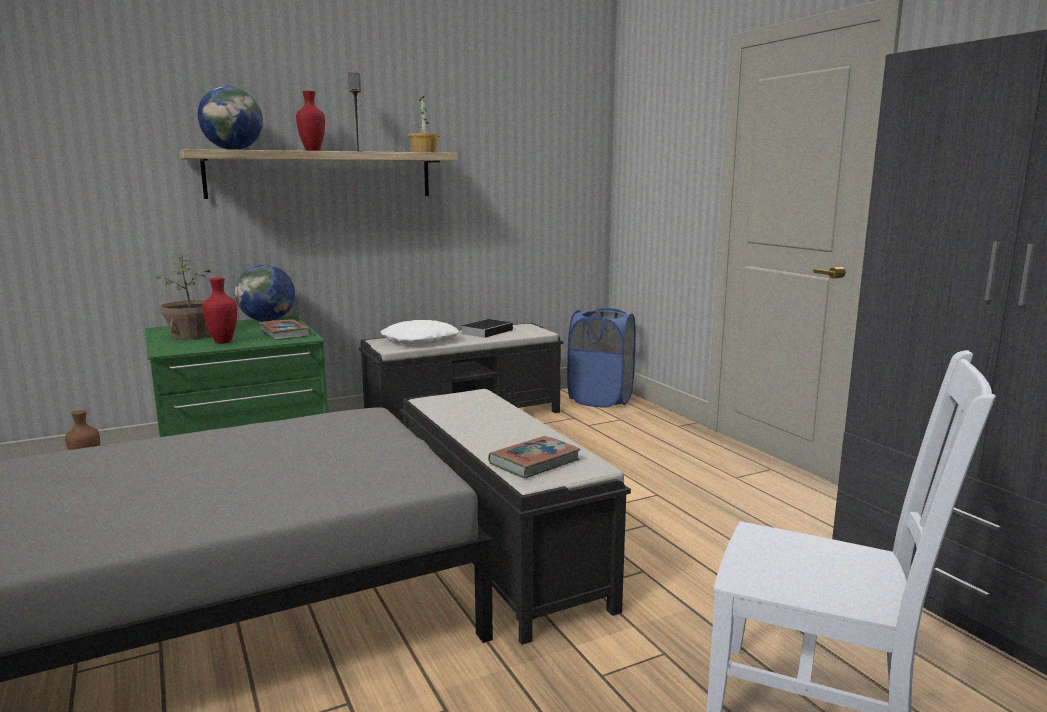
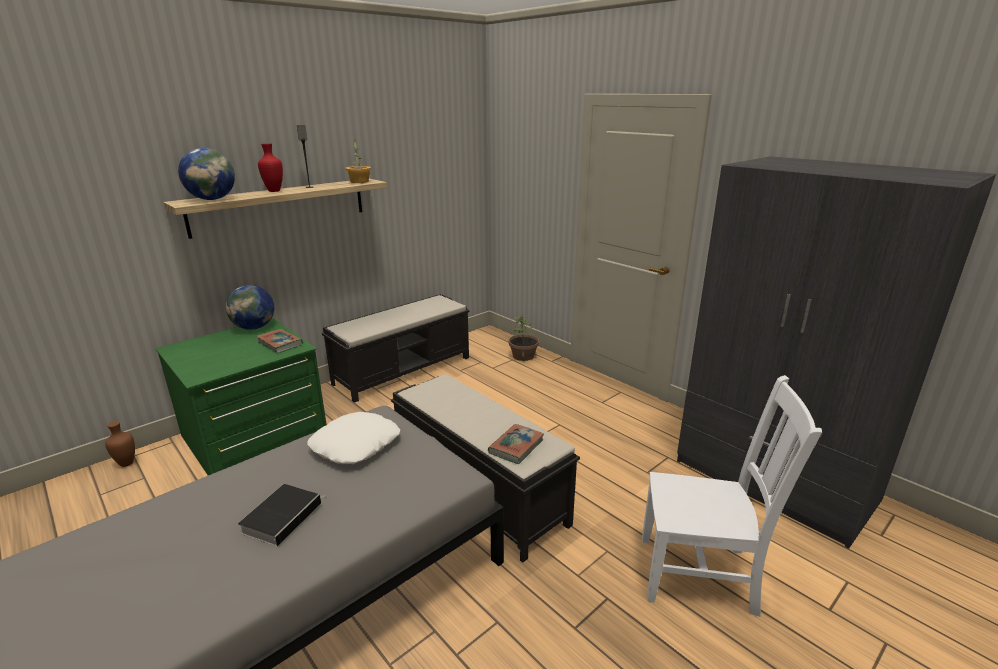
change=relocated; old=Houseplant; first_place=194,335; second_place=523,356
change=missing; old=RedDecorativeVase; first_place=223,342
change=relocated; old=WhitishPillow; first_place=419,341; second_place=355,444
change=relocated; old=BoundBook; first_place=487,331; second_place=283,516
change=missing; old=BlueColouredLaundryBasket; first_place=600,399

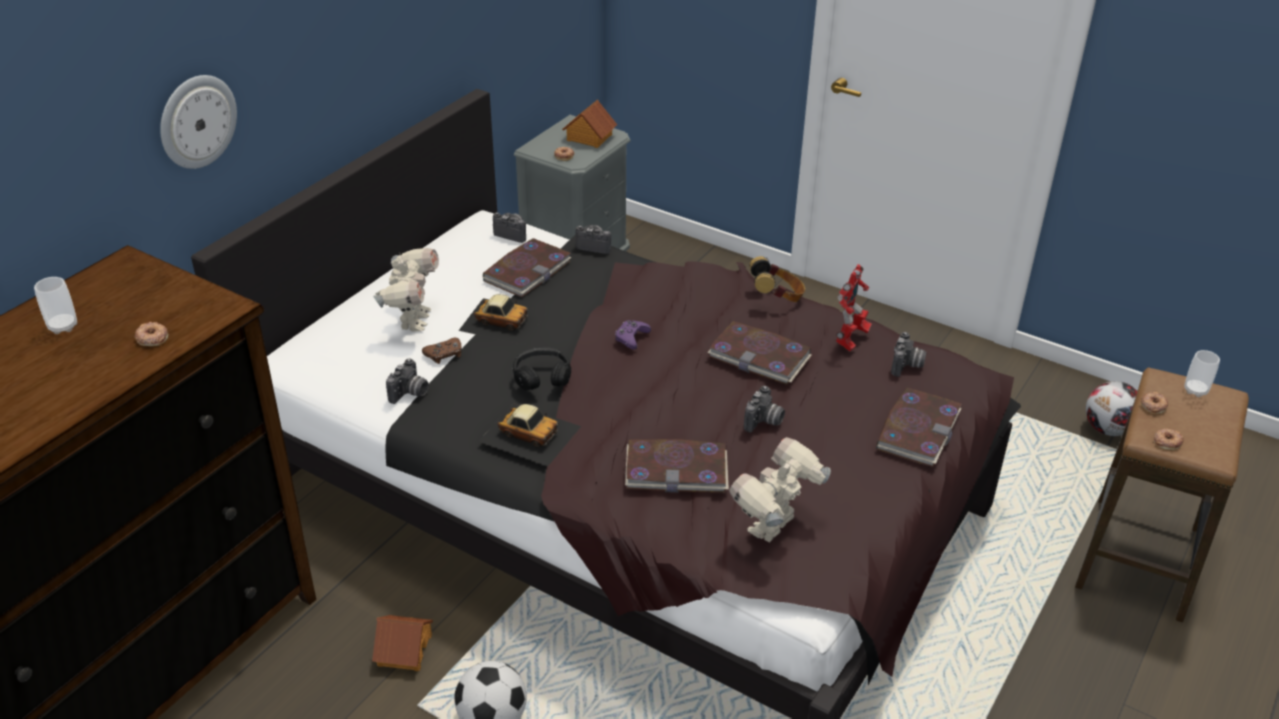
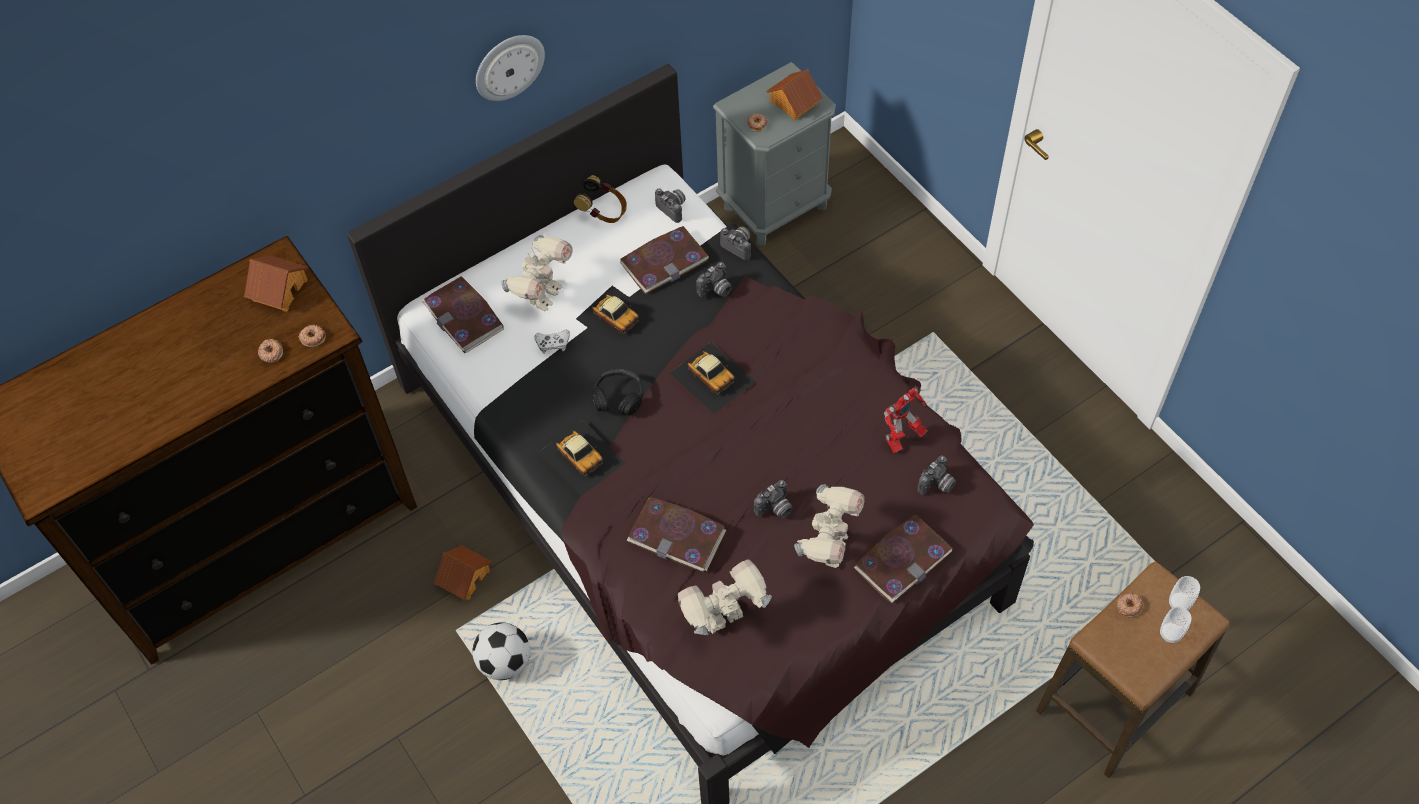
change=relocated; old=DrinkingCup; first_place=63,326; second_place=1170,634
change=relocated; old=HangingClock; first_place=197,121; second_place=508,66
change=relocated; old=StillCamera; first_place=410,393; second_place=716,290
change=colour; old=BrownGamepad; new=WhitishGamepad; first_place=444,354; second_place=553,343
change=exchanged; old=PurplishGamepad; new=ModelCar; first_place=631,338; second_place=712,376
change=relocated; old=BoundBook; first_place=760,356; second_place=464,317
change=relocated; old=PairOfHeadphones; first_place=777,297; second_place=603,212
change=missing; old=FootballBall; first_place=1108,430
change=relocated; old=RingDoughnut; first_place=1167,441; second_place=313,337
change=appeared; new=ToyHouse; second_place=279,289
change=appeared; new=ToyRobot; second_place=828,548

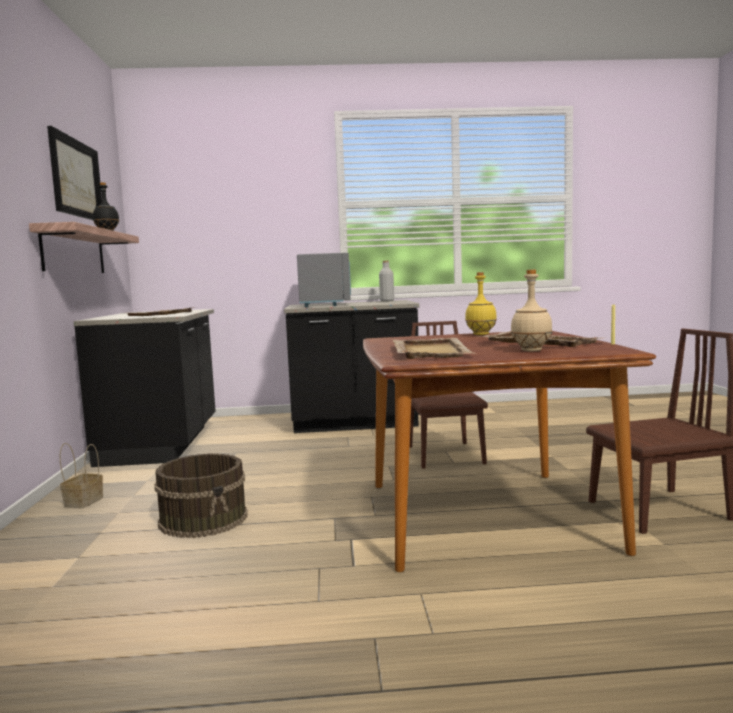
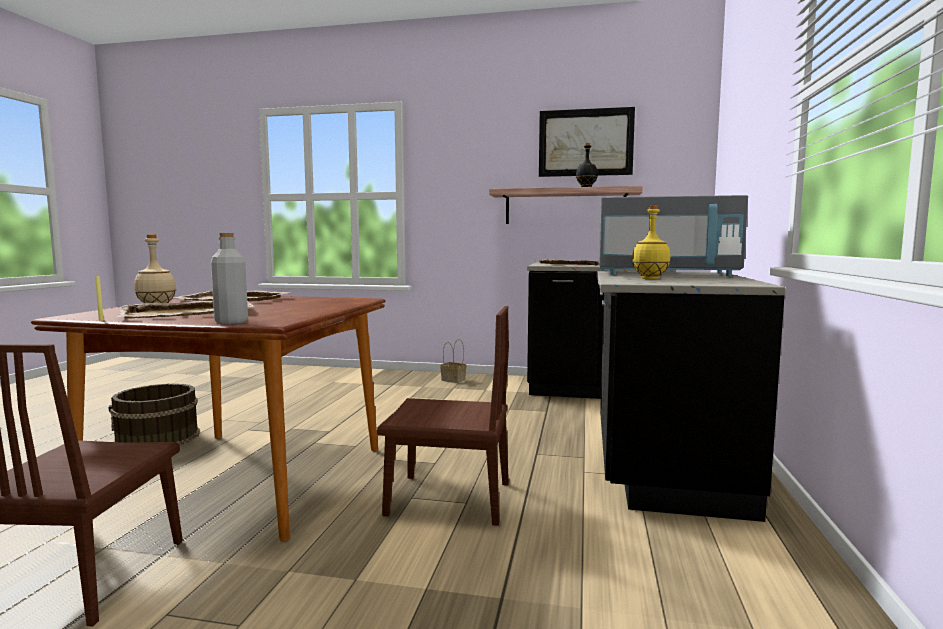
change=relocated; old=BrownBucket; first_place=204,519; second_place=157,439
change=relocated; old=GreyishDrinkBottle; first_place=387,301; second_place=231,322
change=relocated; old=YellowDrinkBottle; first_place=481,334; second_place=650,279

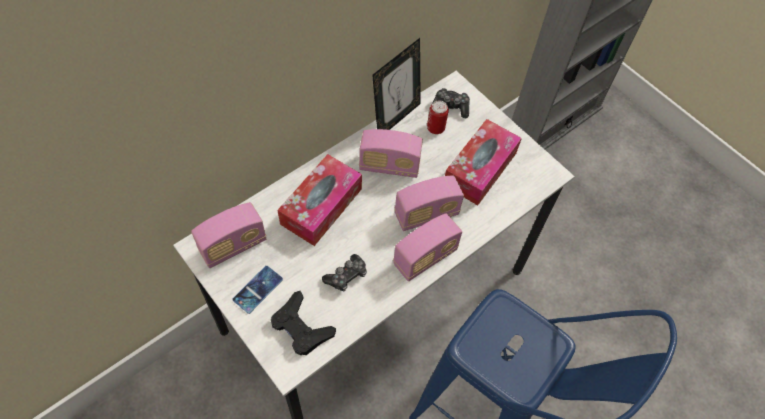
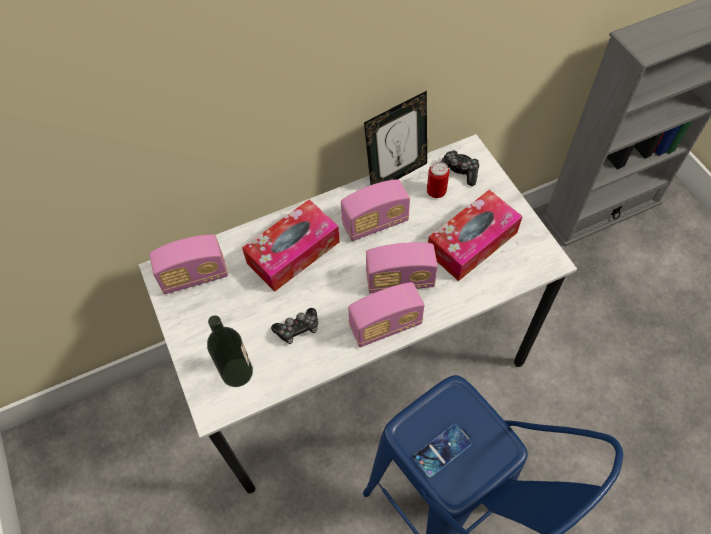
change=relocated; old=Handset; first_place=258,289; second_place=442,450
change=exchanged; old=BlackColouredGamepad; new=DrinkBottle; first_place=301,327; second_place=237,372
change=spun; old=Radio; first_place=389,166; second_place=375,223; degrees=-45

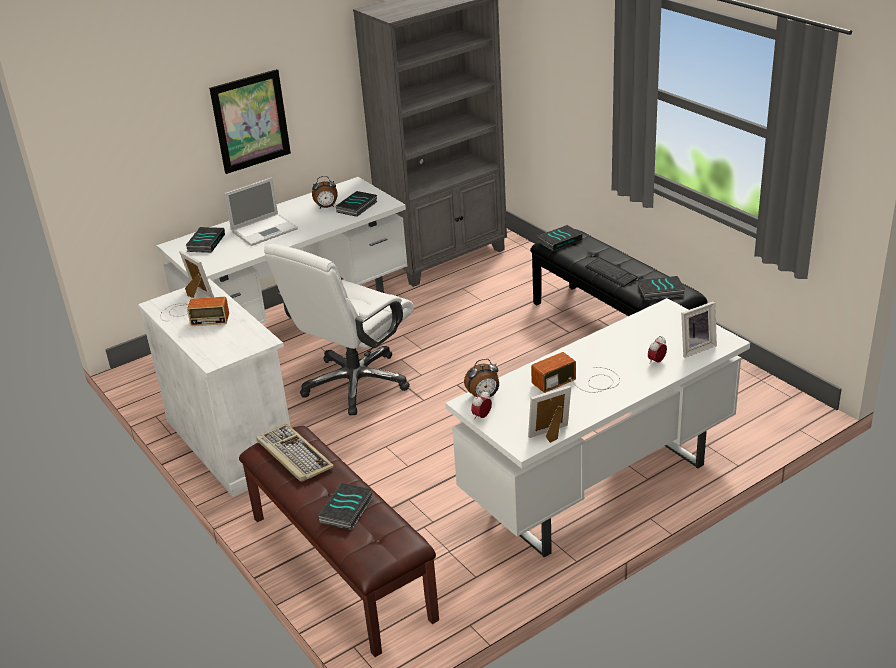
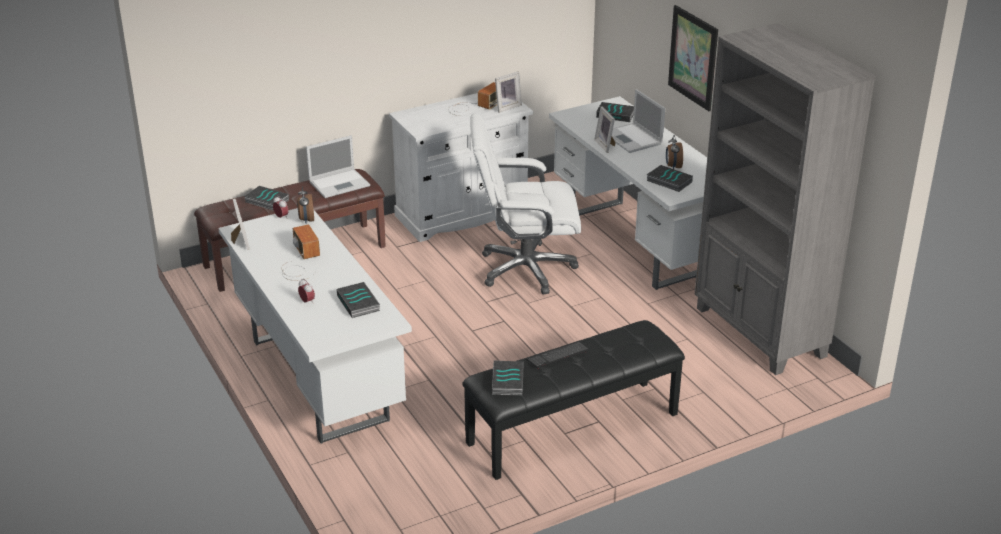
change=spun; old=Radio; first_place=193,315; second_place=474,106; degrees=-150
change=exchanged; old=ComputerKeyboard; new=NotebookComputer; first_place=293,455; second_place=340,183
change=spun; old=WhitishDeskChair; first_place=355,383; second_place=525,269; degrees=-45
change=relocated; old=BoundBook; first_place=559,240; second_place=359,303
change=relocated; old=PhotoFrame; first_place=695,348; second_place=606,145

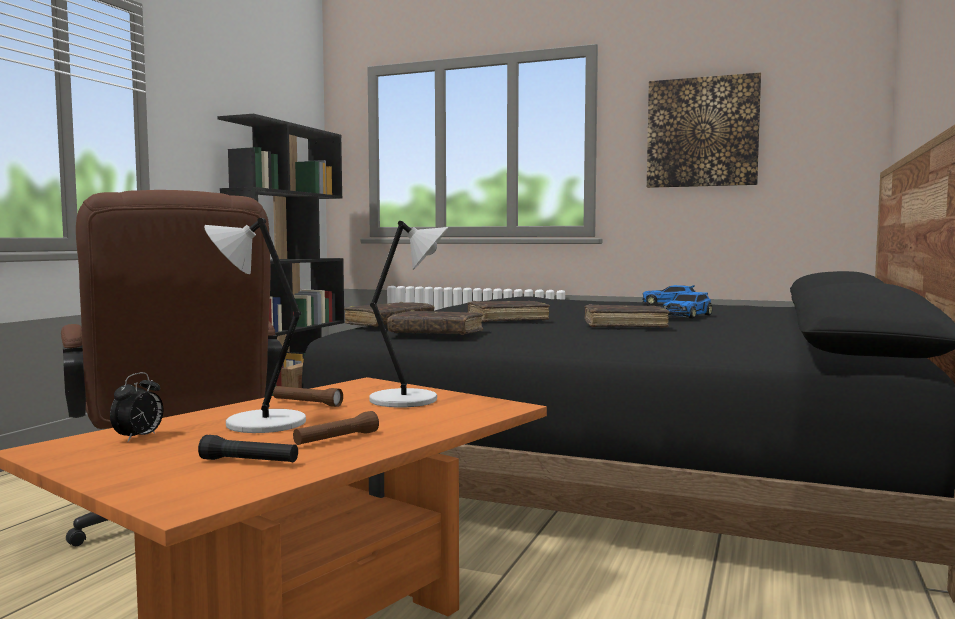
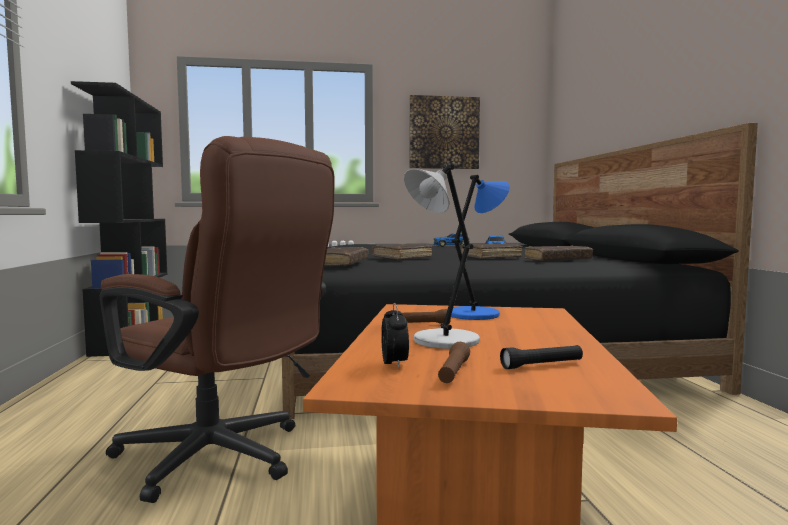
change=relocated; old=BrownFlashlight; first_place=336,439; second_place=453,372
change=colour; old=GreyishLampForATable; new=BlueColouredLampForATable; first_place=408,400; second_place=475,314
change=relocated; old=BrownBoundBook; first_place=436,333; second_place=557,260

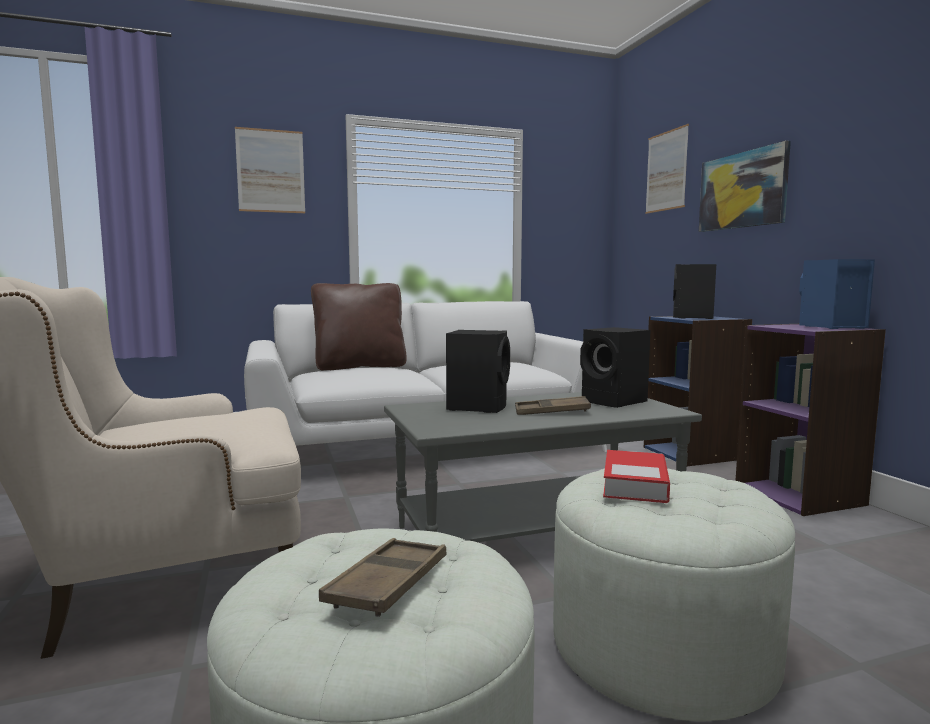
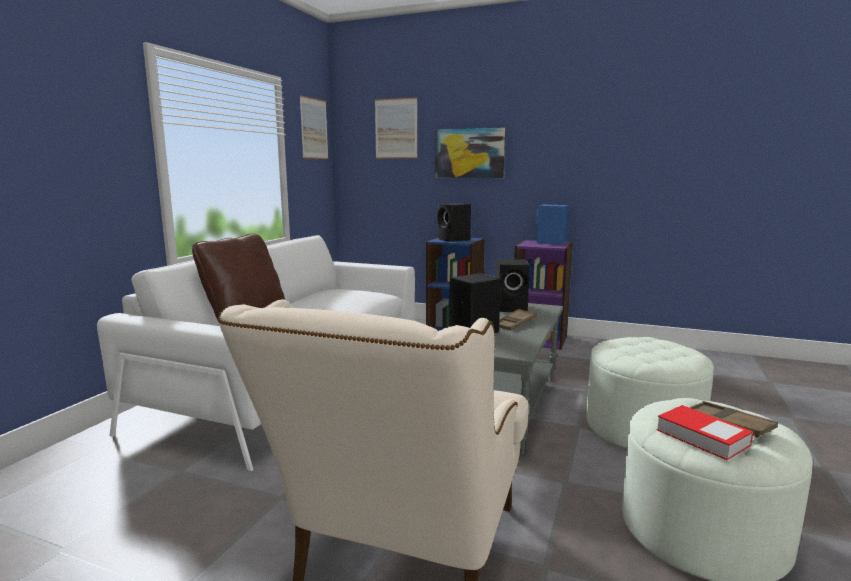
change=relocated; old=WallArt; first_place=270,171; second_place=314,128
change=relocated; old=BoundBook; first_place=635,484; second_place=702,437

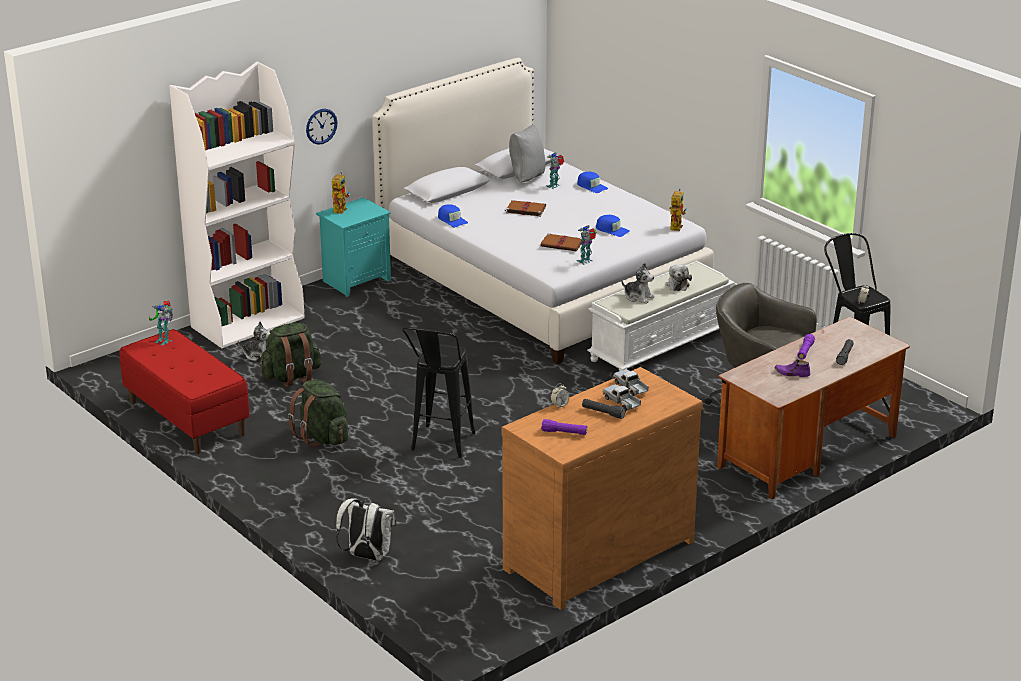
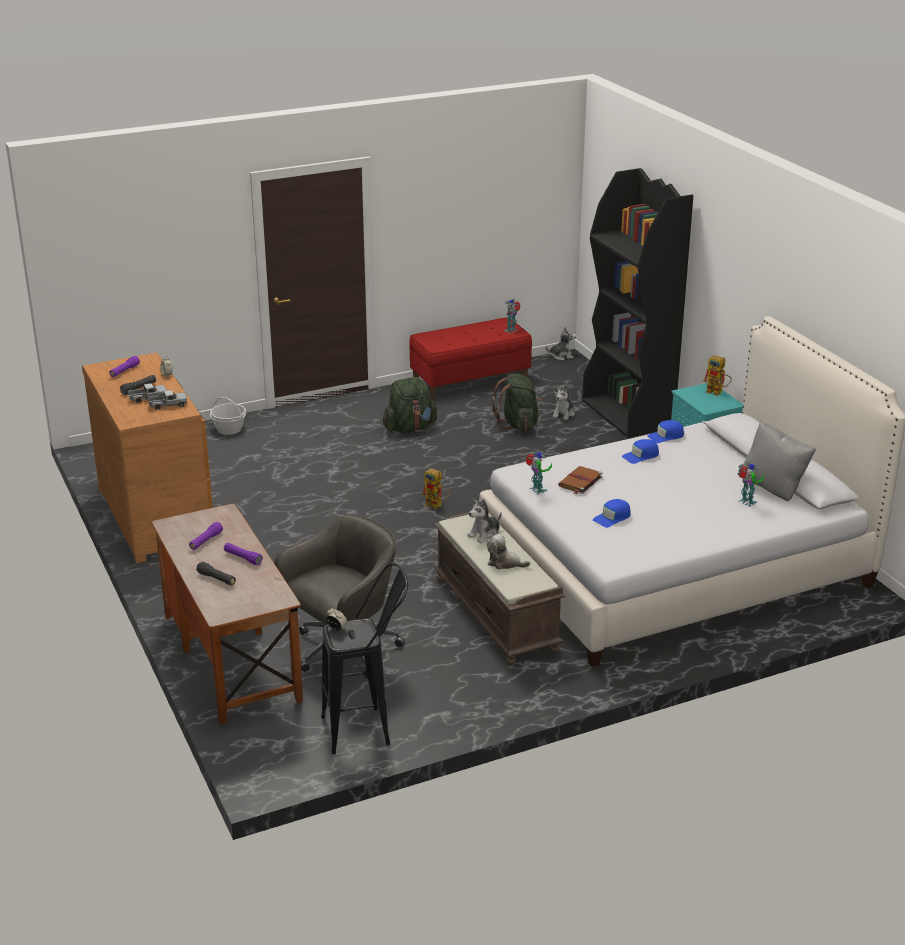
change=colour; old=WhitishShelvingUnit; new=BlackColouredShelvingUnit; first_place=248,322; second_place=628,414
change=missing; old=HangingClock; first_place=321,126
change=exchanged; old=WhitishRucksack; new=HouseholdBasket; first_place=367,556; second_place=229,429
change=missing; old=BlackColouredStool; first_place=440,447
change=missing; old=BrownBoundBook; first_place=525,209
change=relocated; old=BlueColouredPeakedCap; first_place=591,186; second_place=641,456
change=colour; old=WhitishIndoorBench; new=BrownIndoorBench; first_place=660,345; second_place=497,614
change=relocated; old=ToyRobot; first_place=675,226; second_place=436,505
change=exchanged; old=PurplishItemOfFootwear; new=PurplishFlashlight; first_place=792,373; second_place=206,541
change=appeared; new=PlushToy; second_place=561,356

